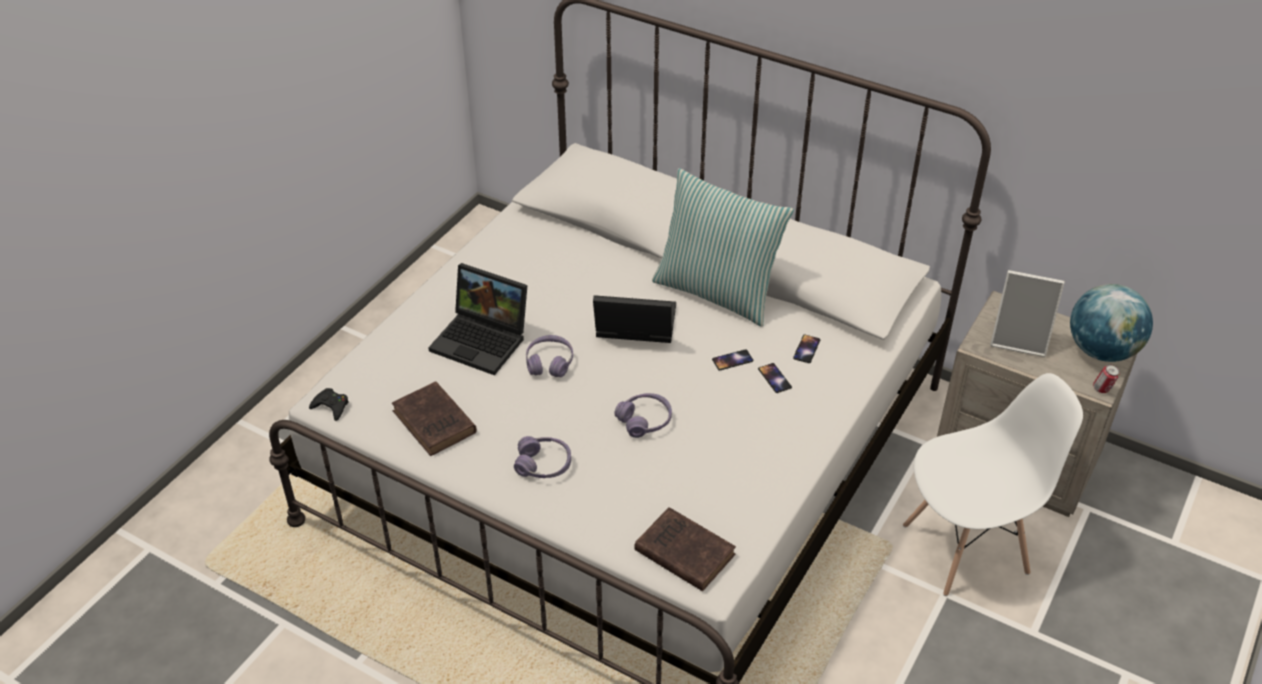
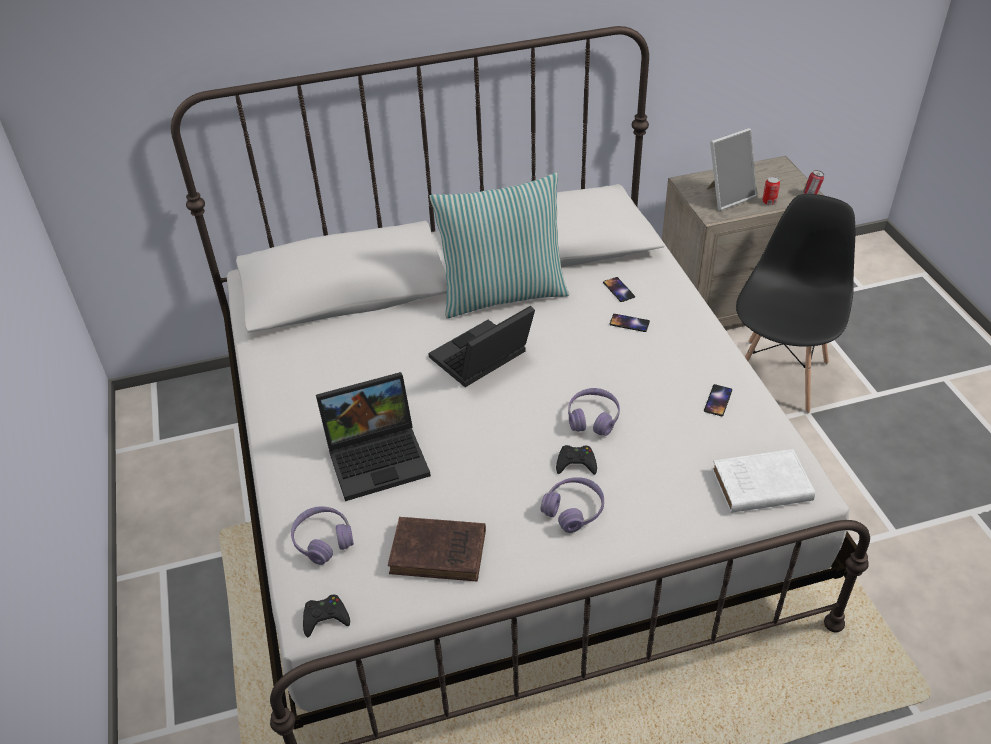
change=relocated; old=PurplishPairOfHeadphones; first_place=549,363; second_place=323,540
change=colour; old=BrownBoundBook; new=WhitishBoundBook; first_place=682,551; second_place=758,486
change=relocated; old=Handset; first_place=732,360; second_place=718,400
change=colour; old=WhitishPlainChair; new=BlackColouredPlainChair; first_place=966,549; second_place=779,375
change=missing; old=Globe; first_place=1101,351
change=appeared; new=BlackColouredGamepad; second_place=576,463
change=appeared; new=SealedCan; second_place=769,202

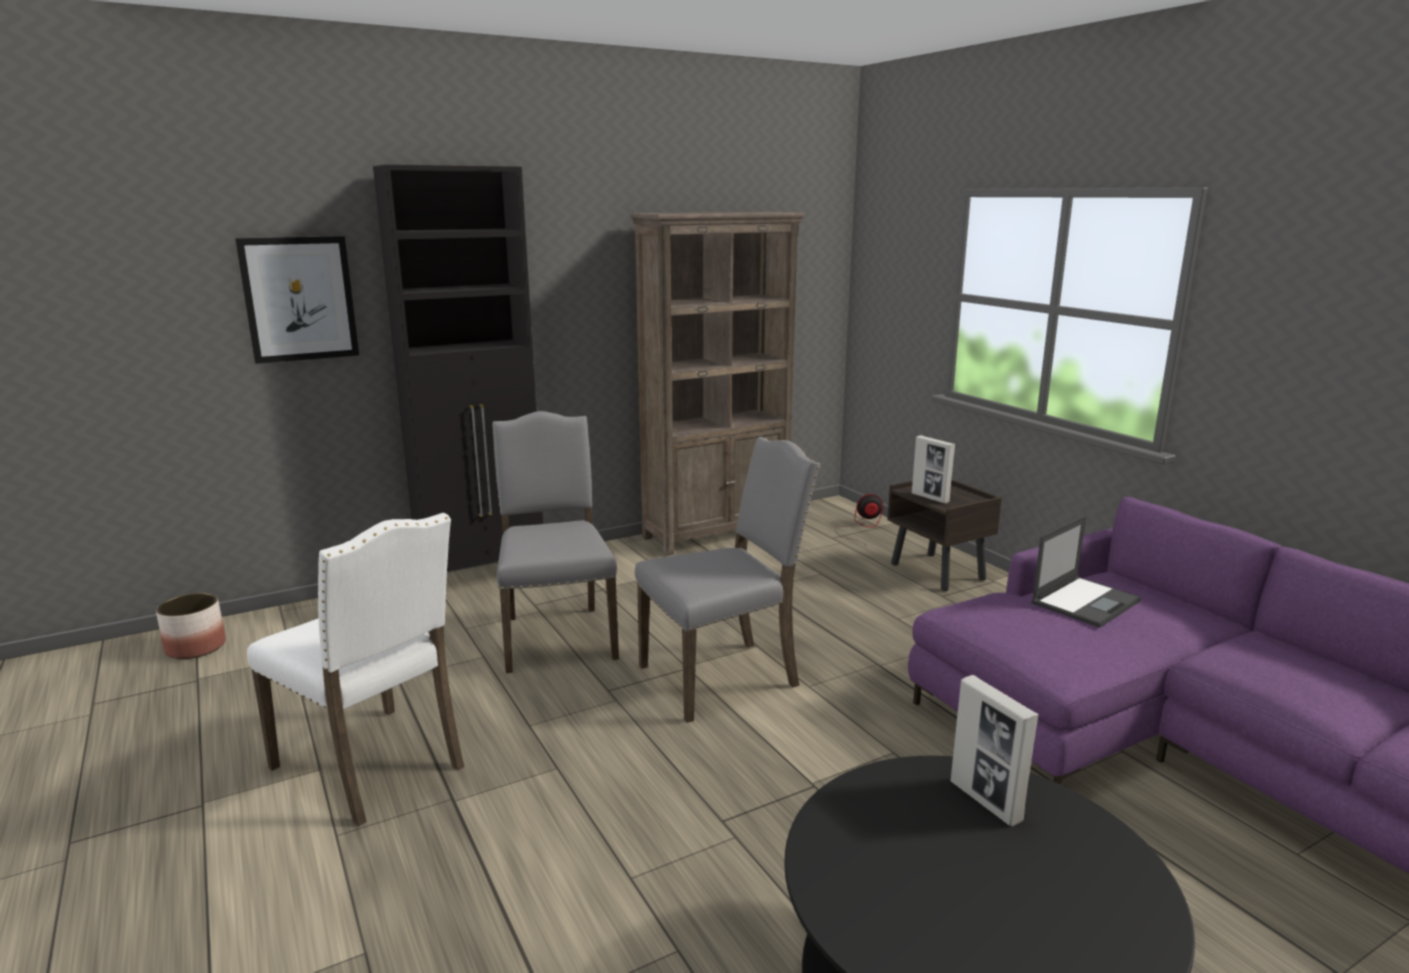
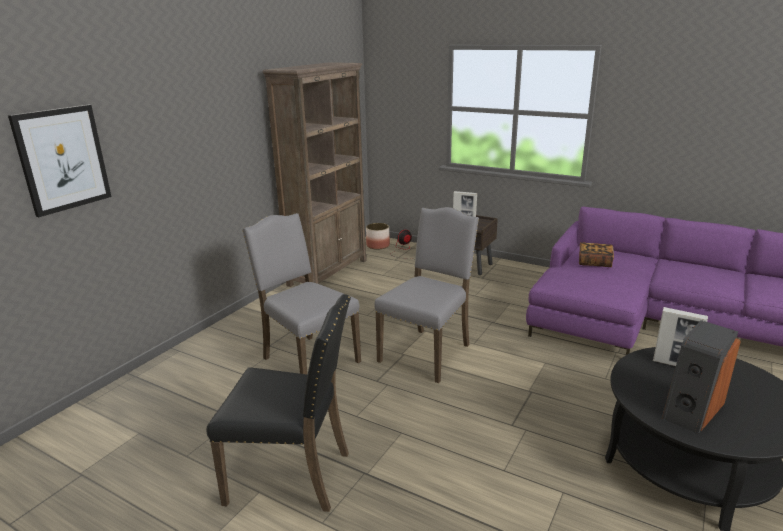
change=relocated; old=FlowerPot; first_place=196,648; second_place=378,246
change=colour; old=WhitishPlainChair; new=BlackColouredPlainChair; first_place=374,766; second_place=293,475
change=missing; old=BlackColouredCupboard; first_place=484,578
change=exchanged; old=NotebookComputer; new=BoundBook; first_place=1086,601; second_place=594,262
change=appeared; new=Loudspeaker; second_place=692,410

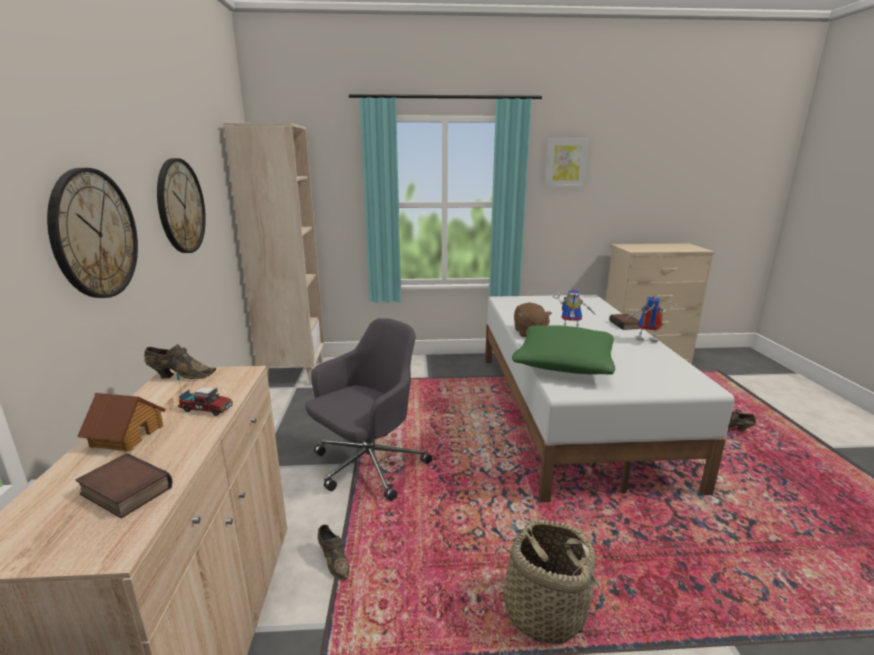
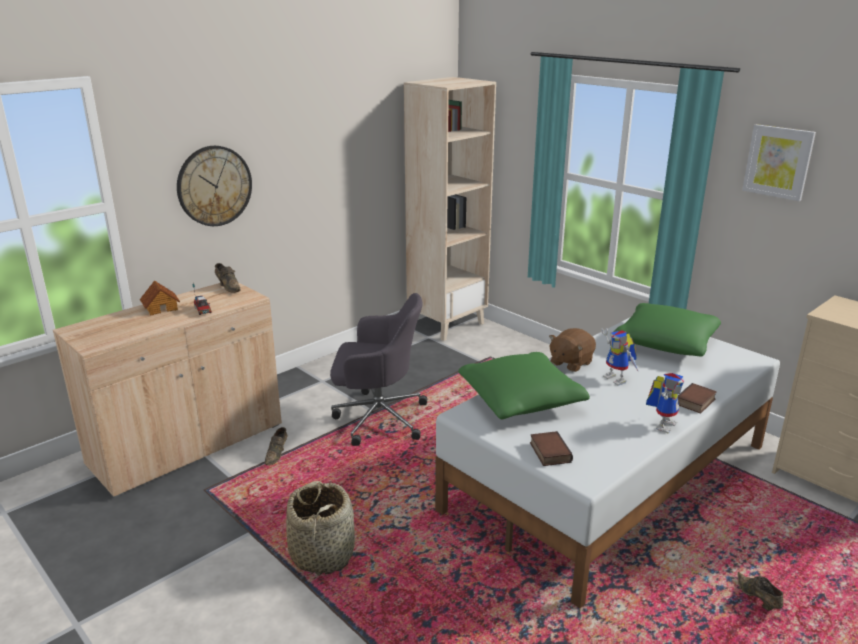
change=relocated; old=BoundBook; first_place=123,492; second_place=548,452
change=missing; old=HangingClock; first_place=180,206
change=spun; old=ToyRobot; first_place=645,341; second_place=662,424; degrees=60
change=appeared; new=GreenPillow; second_place=666,343

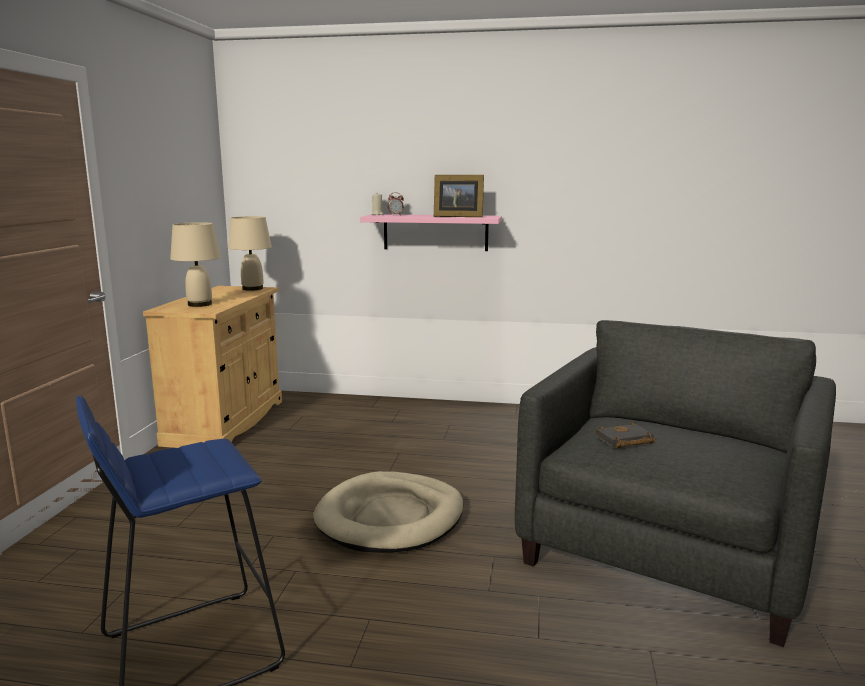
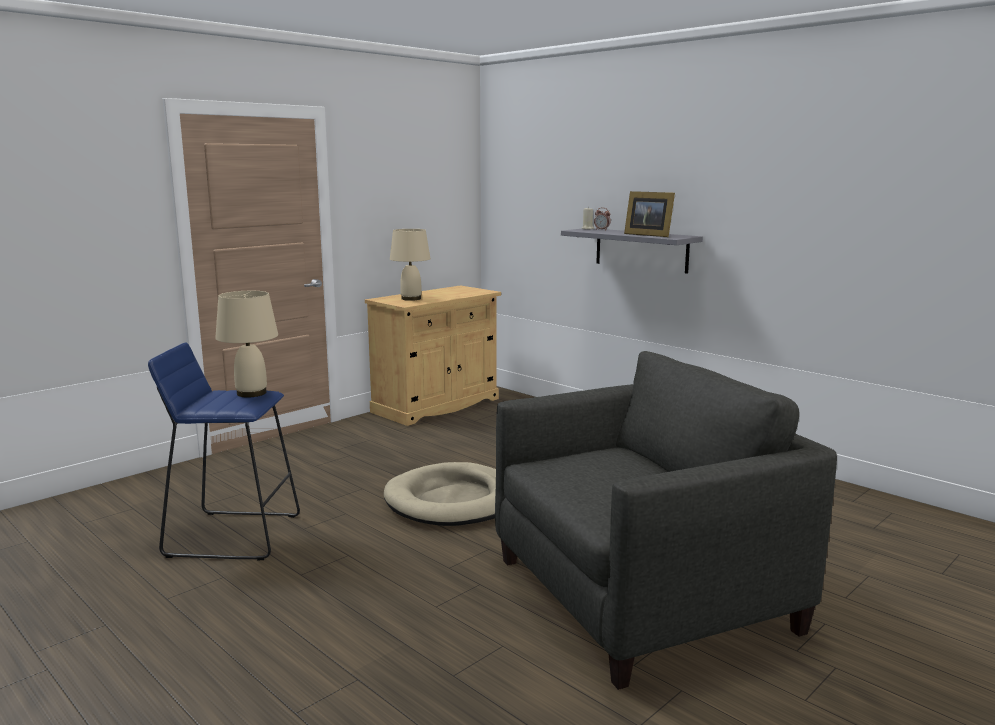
change=relocated; old=BeigeColouredLampForATable; first_place=252,288; second_place=251,393
change=colour; old=PinkishWallShelf; new=GreyishWallShelf; first_place=435,232; second_place=641,250
change=missing; old=BlackColouredBoundBook; first_place=624,441

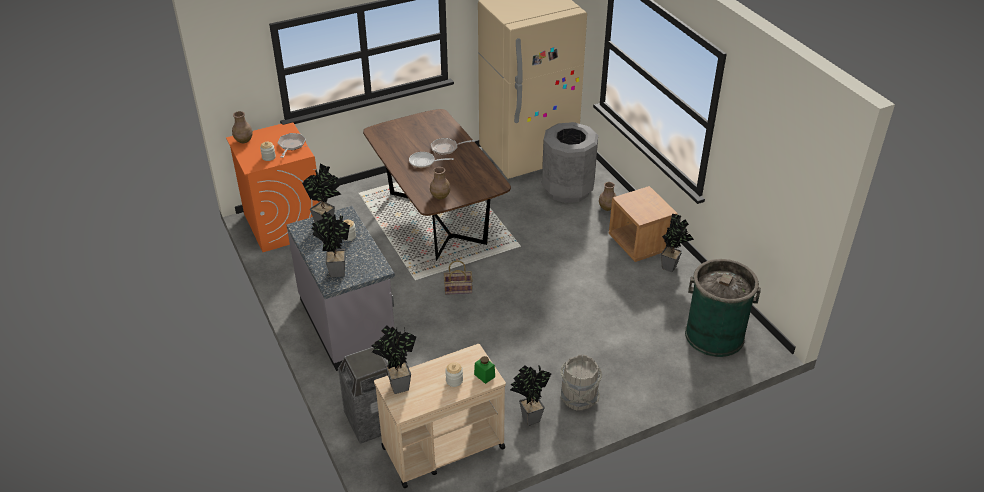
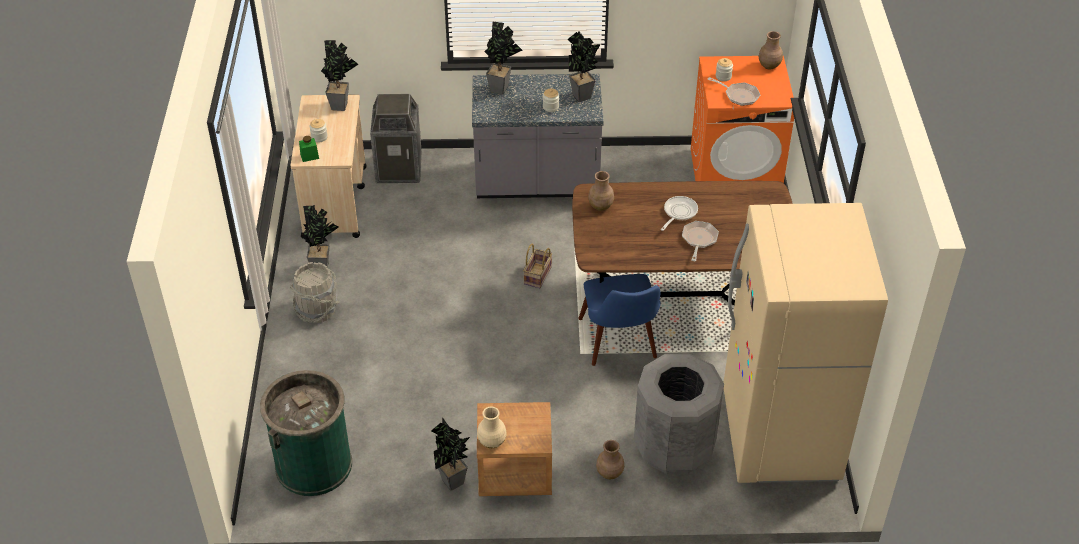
change=appeared; new=BeigeColouredDecorativeVase; second_place=492,441
change=appeared; new=BlueColouredPlainChair; second_place=621,346

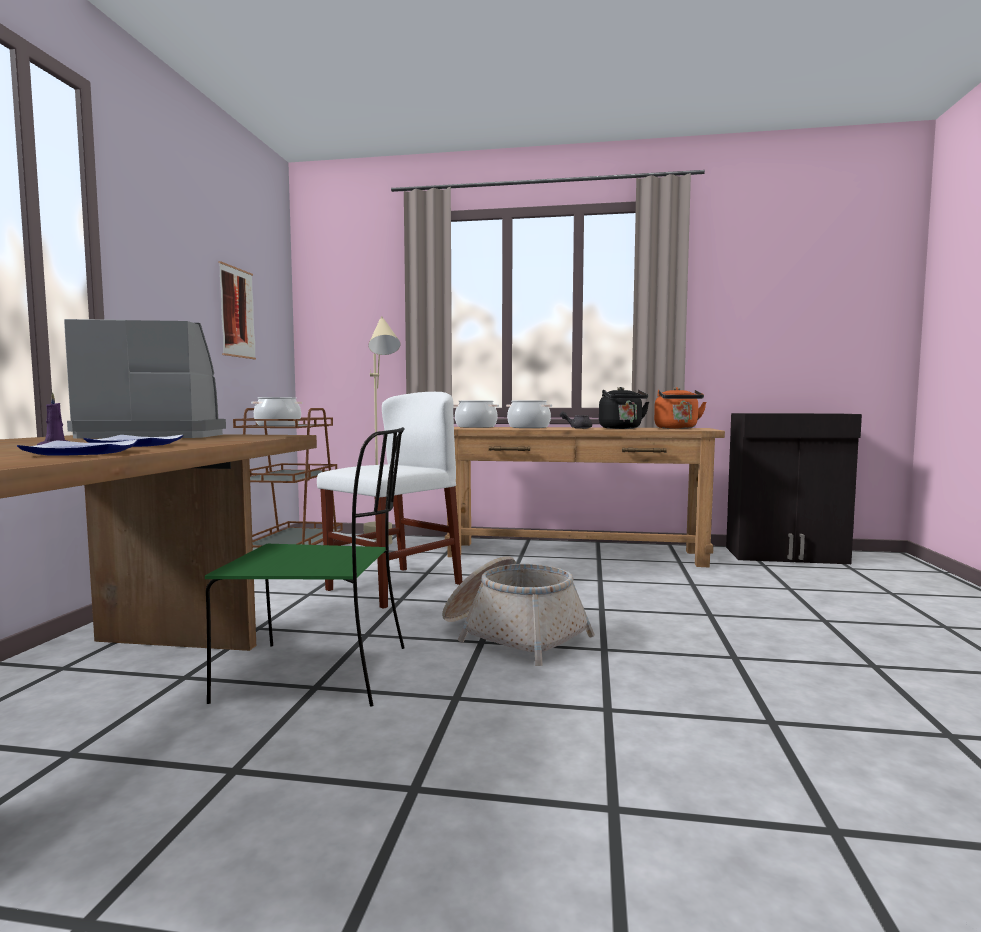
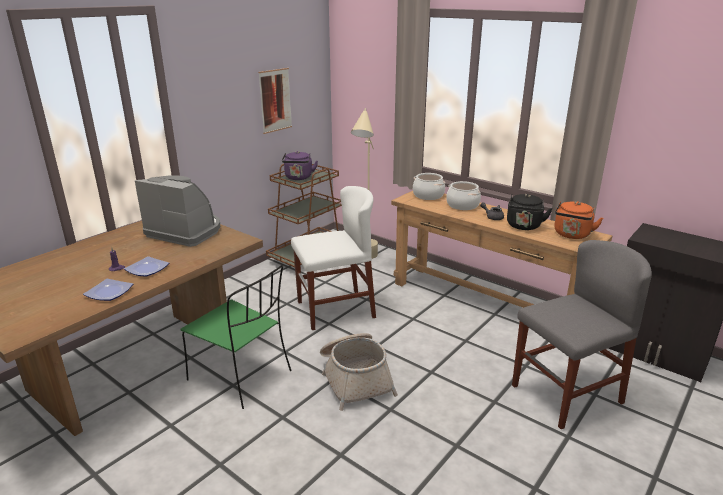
change=exchanged; old=Saucepot; new=PurplishWaterKettle; first_place=277,425; second_place=298,178
change=appeared; new=GreyishPlainChair; second_place=566,394

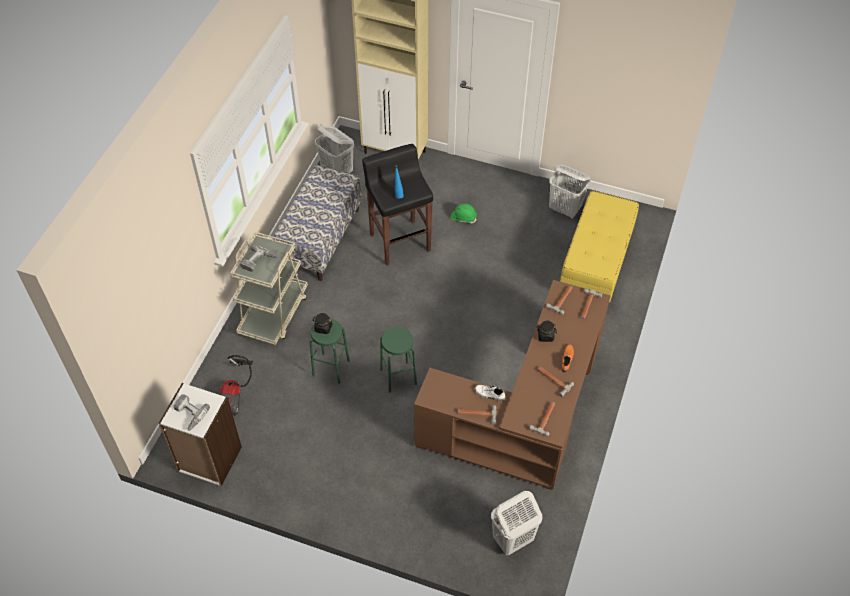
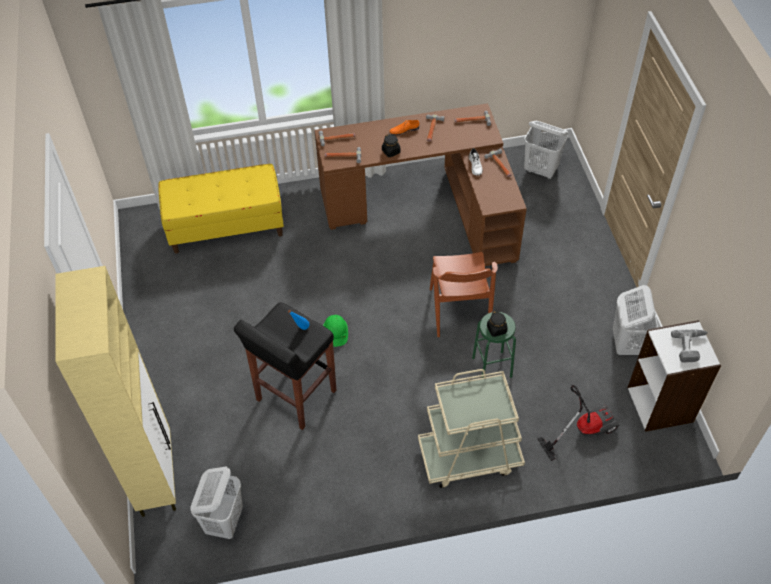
change=missing; old=PowerDrill; first_place=259,262
change=missing; old=IndoorBench; first_place=320,238
change=exchanged; old=GreenStool; new=BrownPlainChair; first_place=398,377; second_place=459,310
change=relocated; old=GreenHardHat; first_place=463,217; second_place=336,333
change=relocated; old=WhitishLaundryBasket; first_place=565,209; second_place=626,343

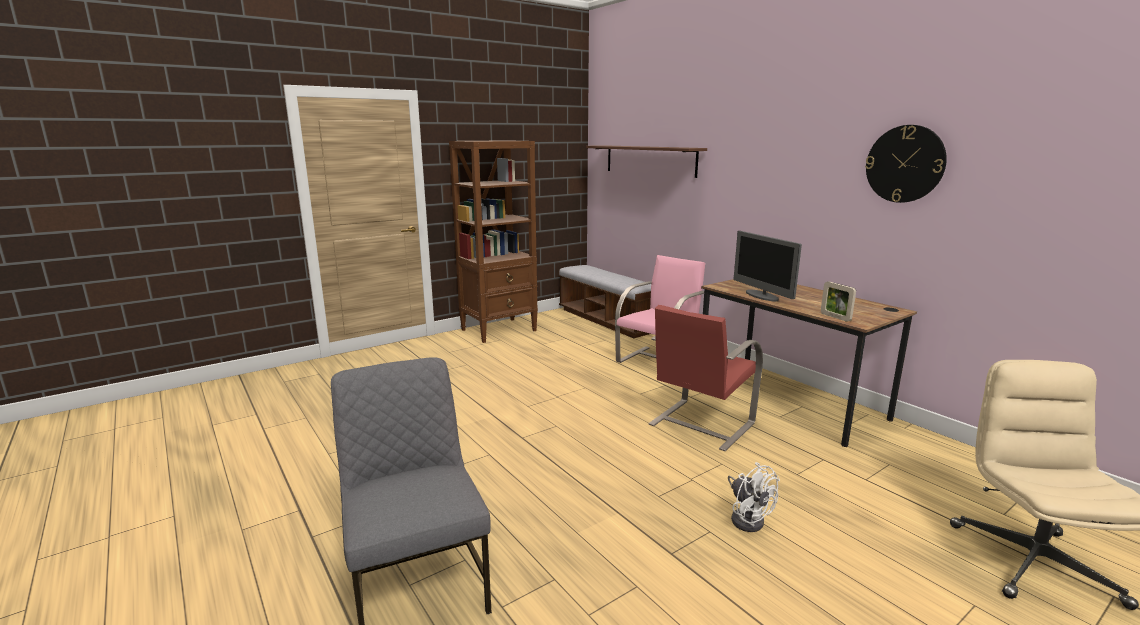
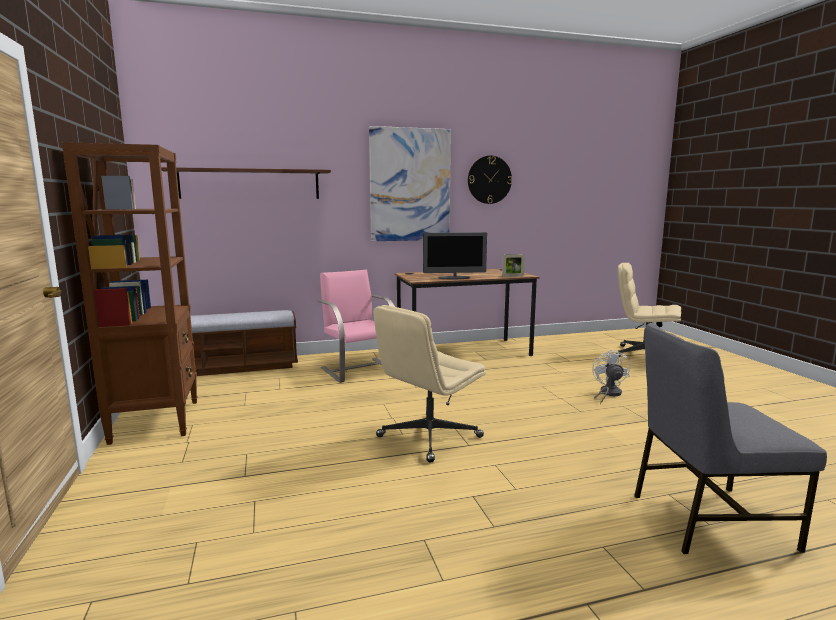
change=missing; old=RedPlainChair; first_place=700,424
change=spun; old=WhitishElectricFan; first_place=747,518; second_place=608,394; degrees=-75
change=appeared; new=WallArt; second_place=410,185
change=appeared; new=BeigeColouredDeskChair; second_place=428,437

